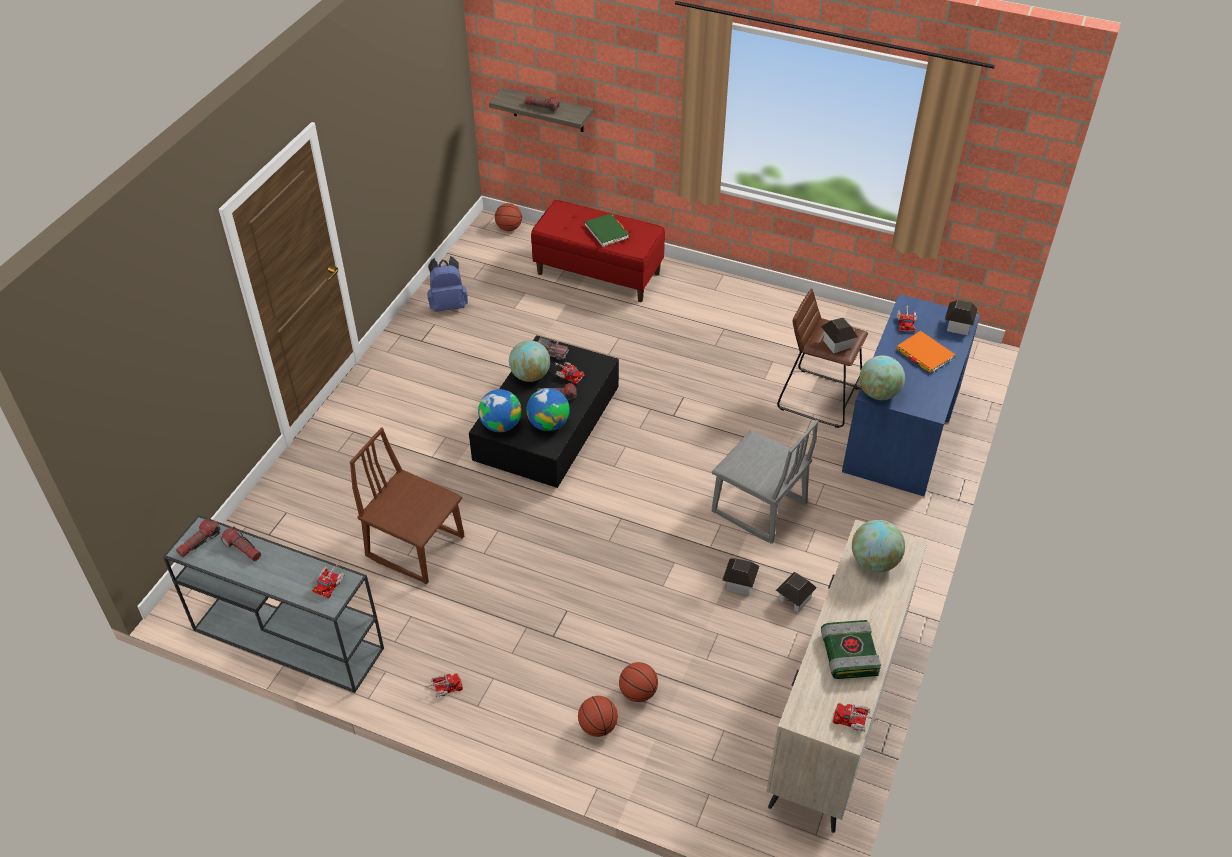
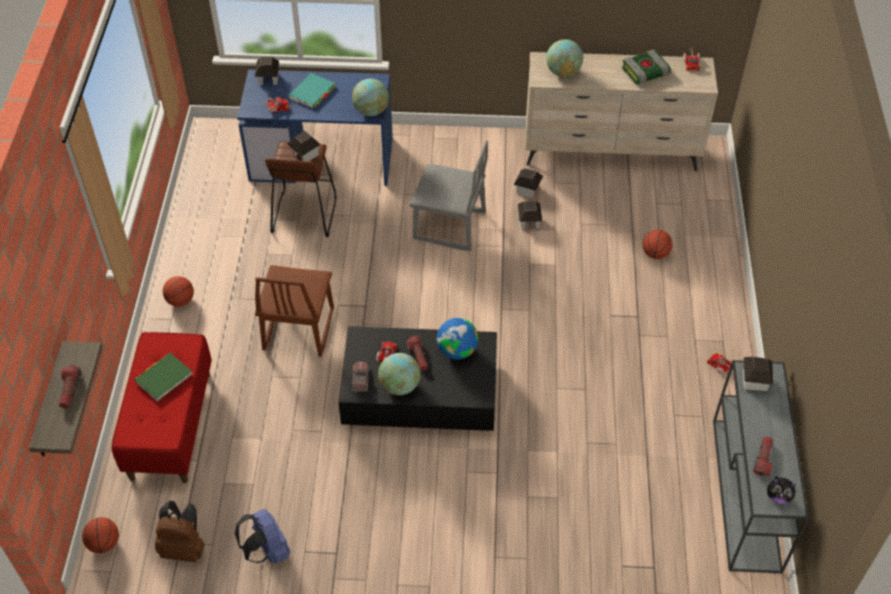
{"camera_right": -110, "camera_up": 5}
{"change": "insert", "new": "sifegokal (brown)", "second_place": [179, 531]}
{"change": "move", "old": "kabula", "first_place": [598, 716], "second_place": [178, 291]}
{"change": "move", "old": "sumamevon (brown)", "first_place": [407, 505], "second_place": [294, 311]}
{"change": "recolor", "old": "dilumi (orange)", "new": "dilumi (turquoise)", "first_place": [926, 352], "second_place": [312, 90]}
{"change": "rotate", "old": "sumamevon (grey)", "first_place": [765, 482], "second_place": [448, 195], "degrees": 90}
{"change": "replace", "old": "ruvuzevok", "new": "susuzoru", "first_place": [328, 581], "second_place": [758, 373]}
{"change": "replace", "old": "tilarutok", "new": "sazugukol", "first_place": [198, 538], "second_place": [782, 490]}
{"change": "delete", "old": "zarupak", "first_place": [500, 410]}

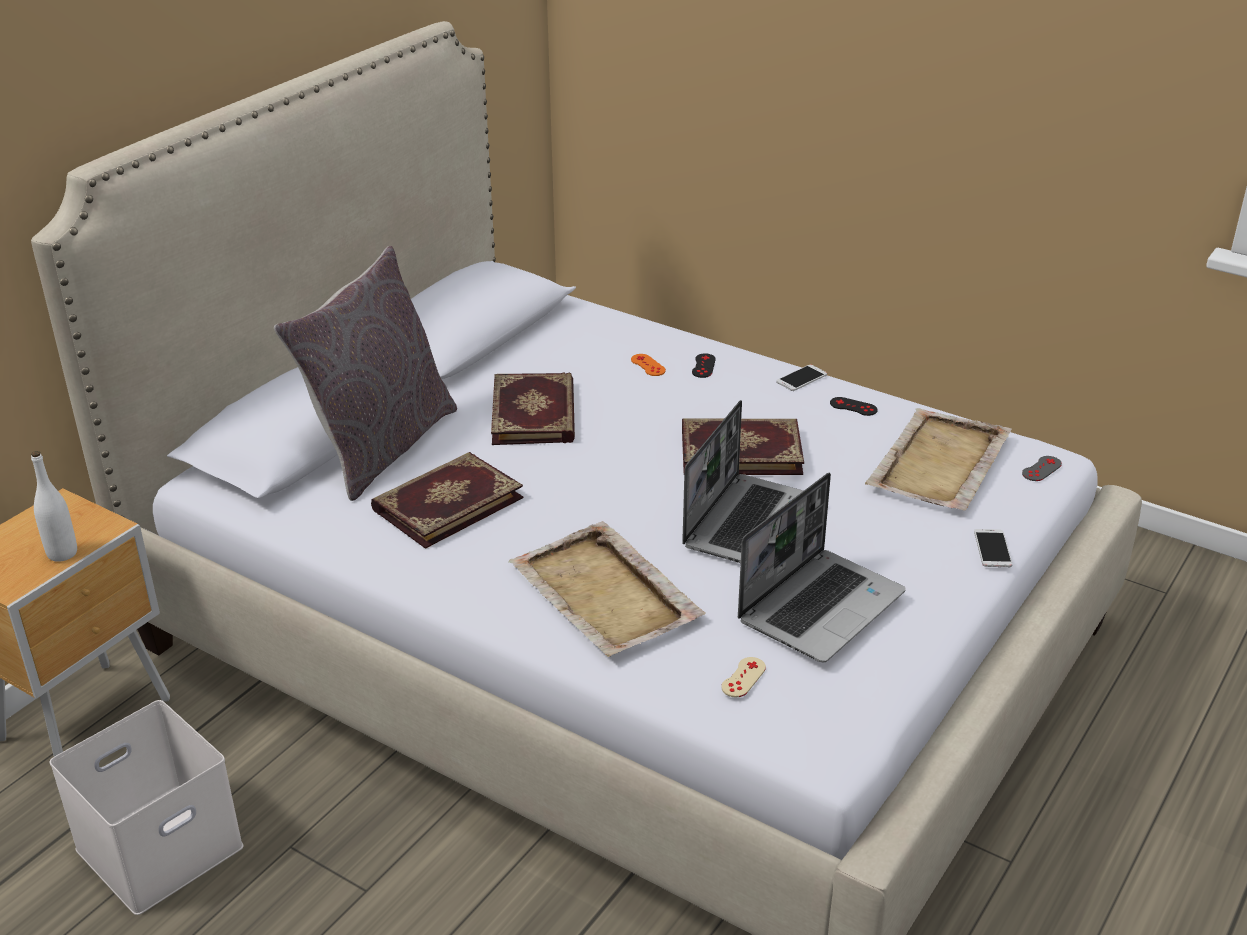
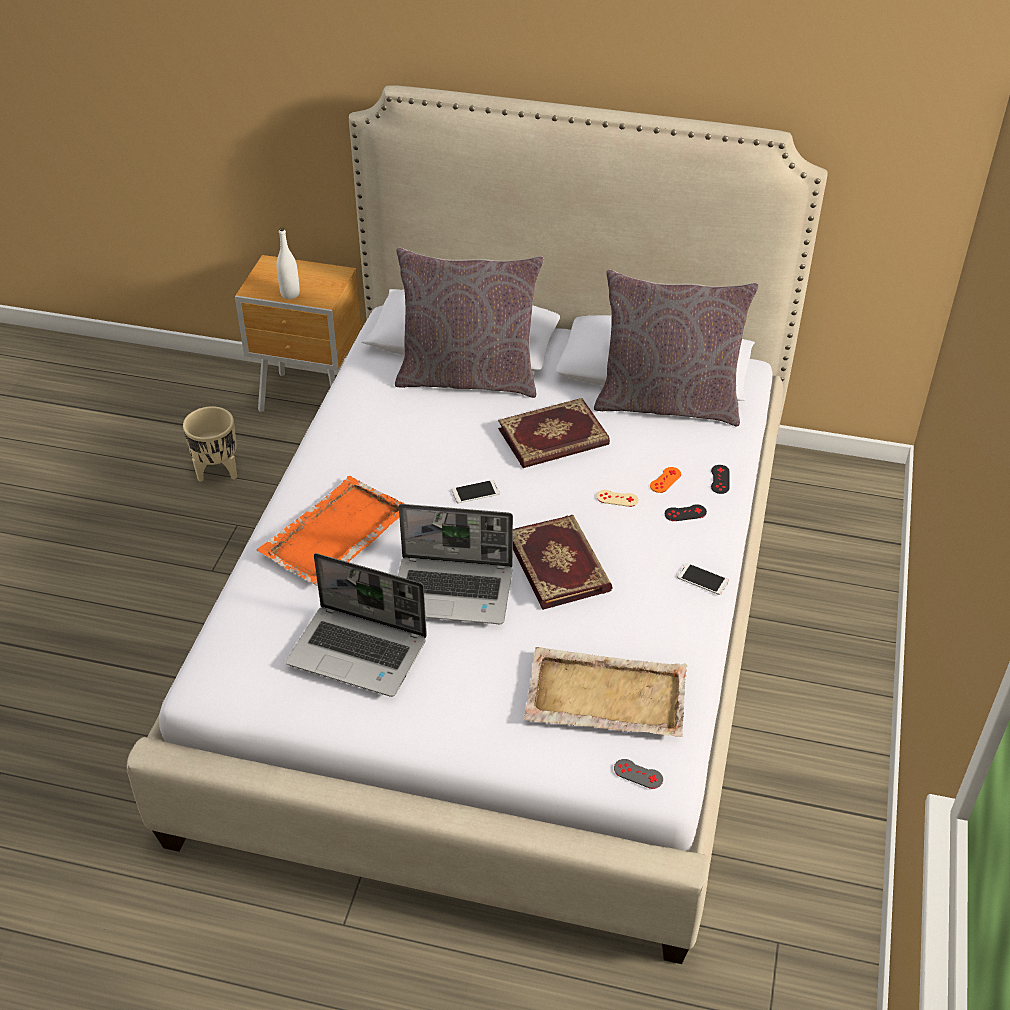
{"camera_right": 70, "camera_up": 10}
{"change": "replace", "old": "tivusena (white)", "new": "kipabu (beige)", "first_place": [147, 807], "second_place": [210, 444]}
{"change": "recolor", "old": "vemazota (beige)", "new": "vemazota (orange)", "first_place": [607, 589], "second_place": [331, 531]}
{"change": "move", "old": "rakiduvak", "first_place": [993, 548], "second_place": [475, 491]}
{"change": "insert", "new": "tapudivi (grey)", "second_place": [676, 348]}
{"change": "move", "old": "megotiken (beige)", "first_place": [743, 677], "second_place": [618, 498]}
{"change": "move", "old": "megotiken (black)", "first_place": [854, 406], "second_place": [720, 479]}
{"change": "delete", "old": "dilumi", "first_place": [447, 500]}

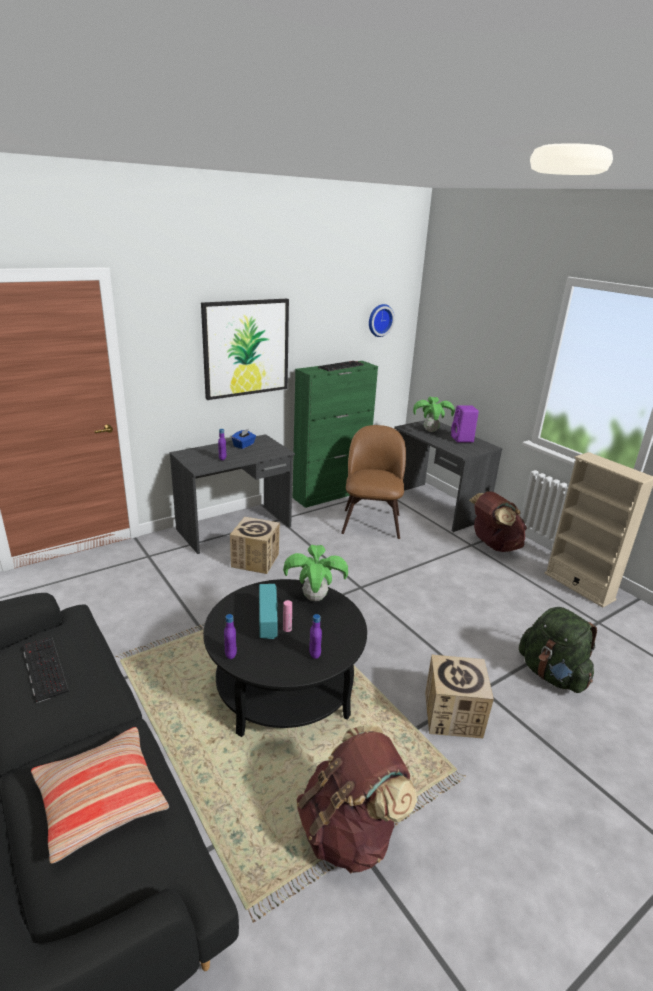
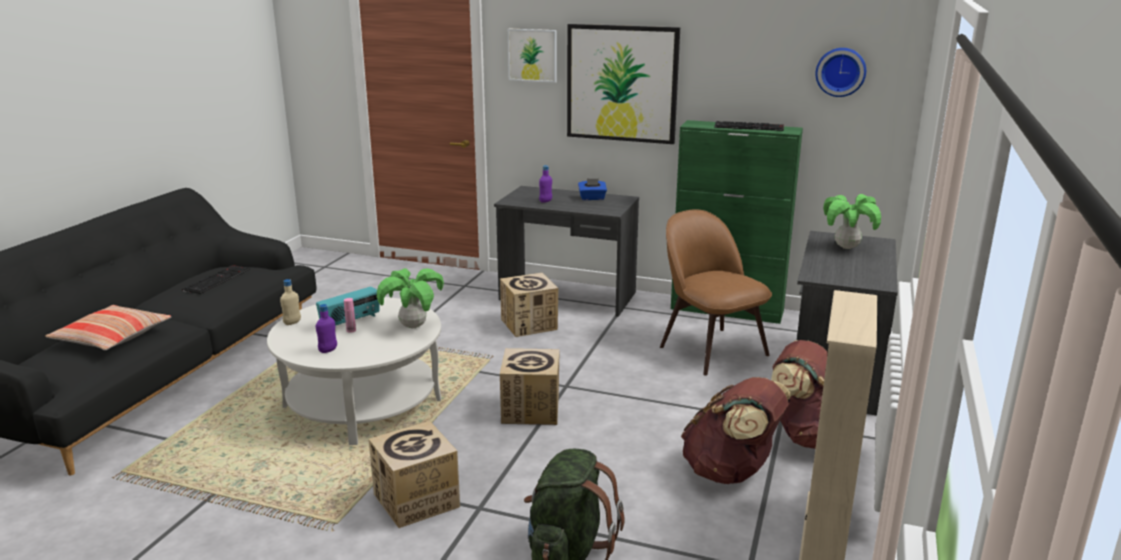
{"camera_right": 55, "camera_up": -5}
{"change": "recolor", "old": "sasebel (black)", "new": "sasebel (white)", "first_place": [285, 658], "second_place": [354, 371]}
{"change": "recolor", "old": "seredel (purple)", "new": "seredel (beige)", "first_place": [230, 636], "second_place": [290, 302]}
{"change": "insert", "new": "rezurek", "second_place": [530, 386]}
{"change": "insert", "new": "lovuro", "second_place": [532, 56]}
{"change": "rotate", "old": "sumamevon (brown)", "first_place": [373, 482], "second_place": [716, 292], "degrees": -90}
{"change": "move", "old": "sifegokal (brown)", "first_place": [357, 799], "second_place": [736, 430]}
{"change": "delete", "old": "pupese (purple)", "first_place": [465, 424]}

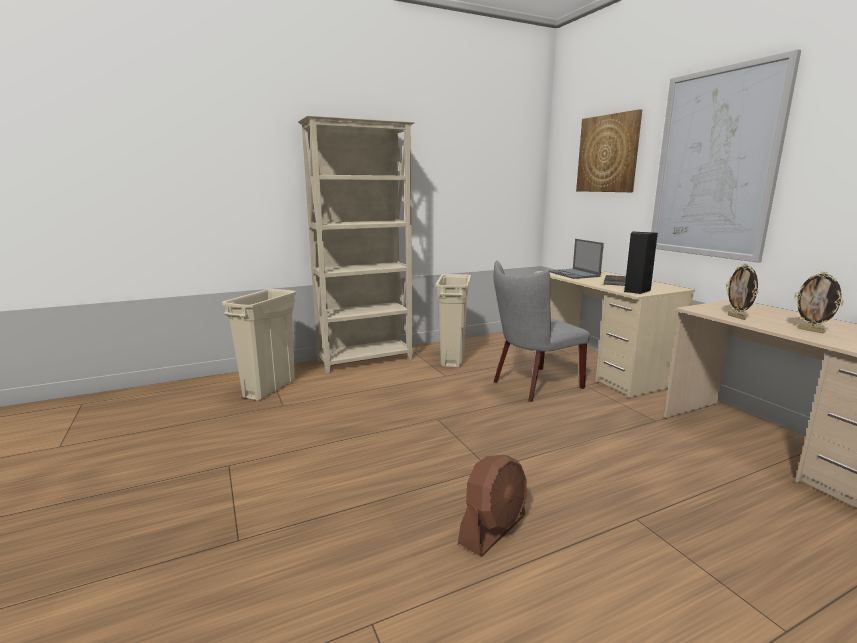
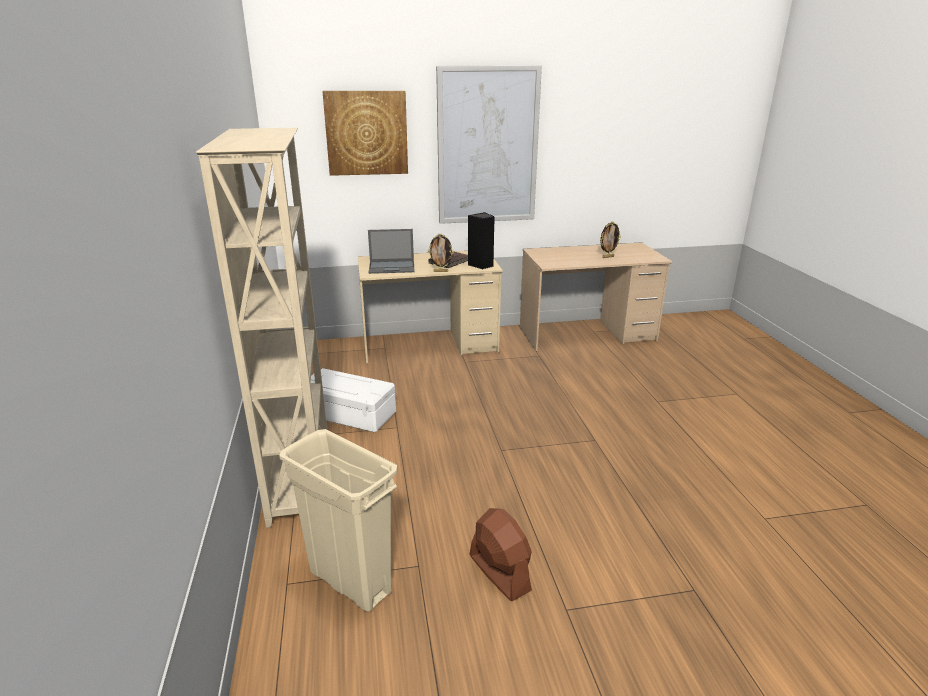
{"camera_right": -75, "camera_up": 10}
{"change": "replace", "old": "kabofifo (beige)", "new": "tivusena (white)", "first_place": [453, 320], "second_place": [353, 400]}
{"change": "move", "old": "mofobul", "first_place": [742, 292], "second_place": [441, 253]}
{"change": "move", "old": "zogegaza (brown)", "first_place": [492, 506], "second_place": [501, 554]}
{"change": "delete", "old": "sumamevon (grey)", "first_place": [542, 331]}

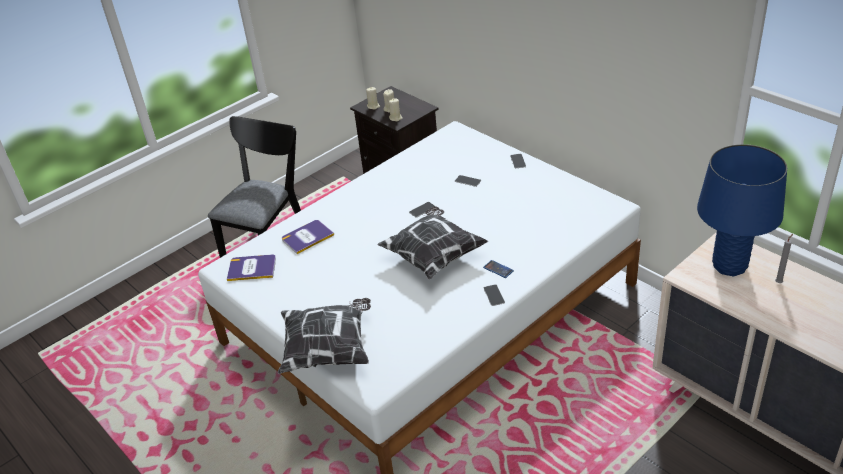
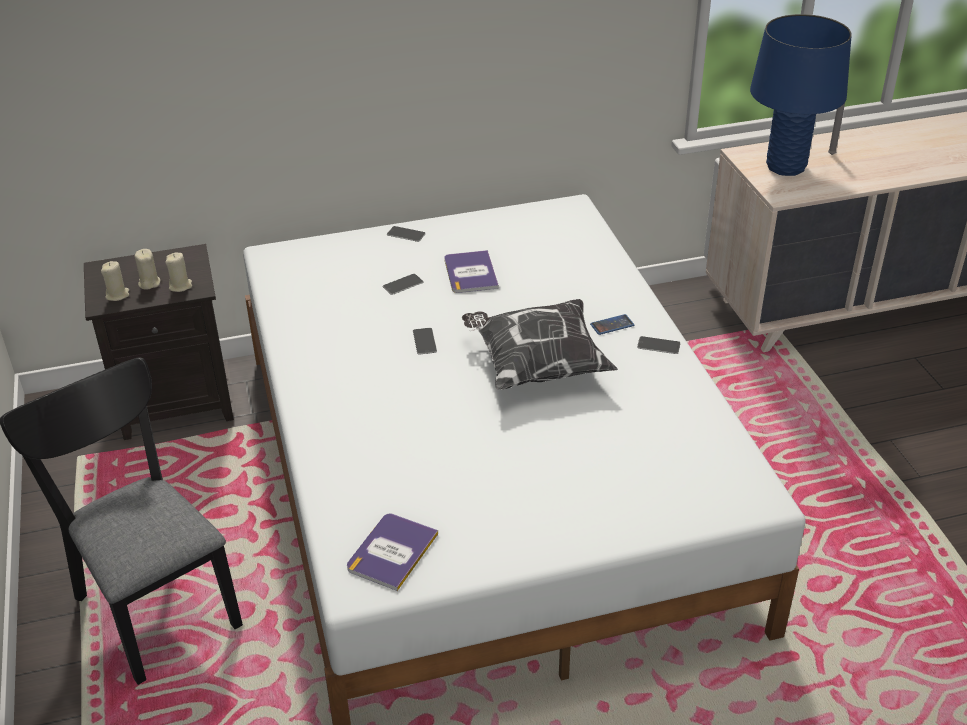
{"camera_right": -65, "camera_up": 0}
{"change": "move", "old": "dilumi", "first_place": [308, 237], "second_place": [471, 271]}
{"change": "delete", "old": "tapudivi", "first_place": [324, 336]}

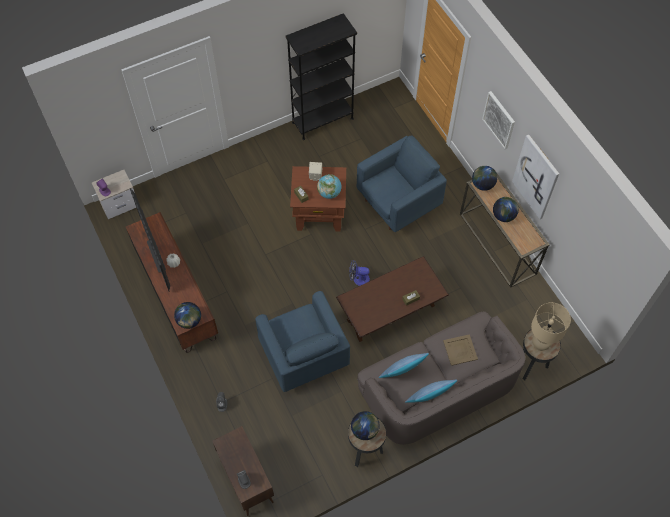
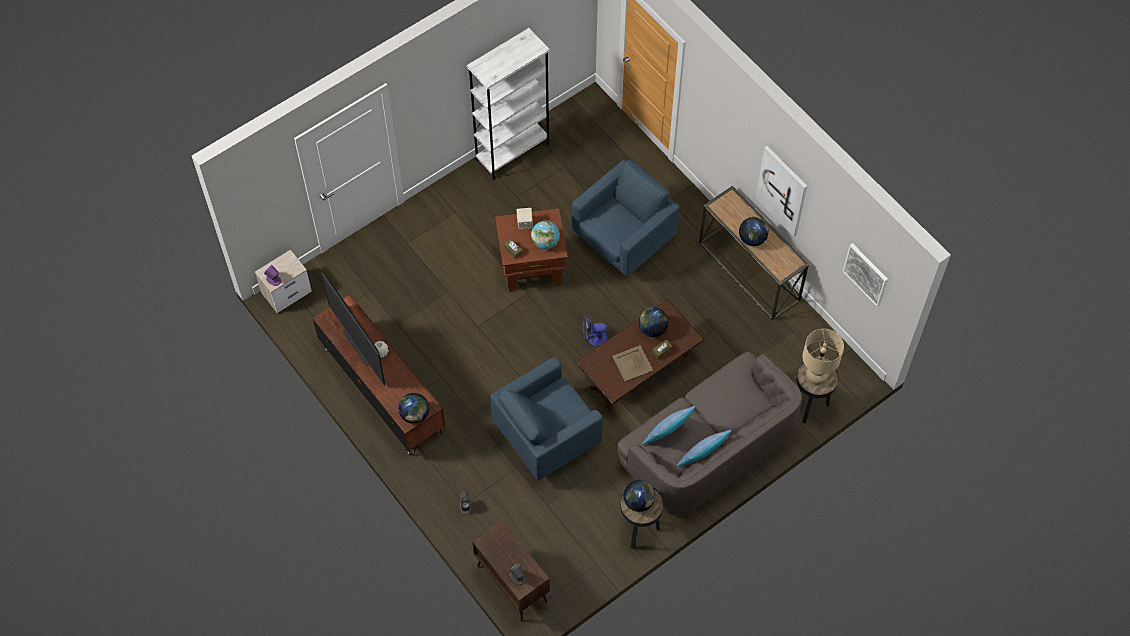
{"camera_right": -10, "camera_up": 0}
{"change": "recolor", "old": "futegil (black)", "new": "futegil (white)", "first_place": [321, 76], "second_place": [508, 104]}
{"change": "rotate", "old": "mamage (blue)", "first_place": [302, 341], "second_place": [546, 418], "degrees": 90}
{"change": "move", "old": "vemazota (beige)", "first_place": [460, 350], "second_place": [633, 363]}
{"change": "move", "old": "zarupak", "first_place": [484, 178], "second_place": [653, 322]}
{"change": "move", "old": "lovuro", "first_place": [498, 120], "second_place": [865, 275]}

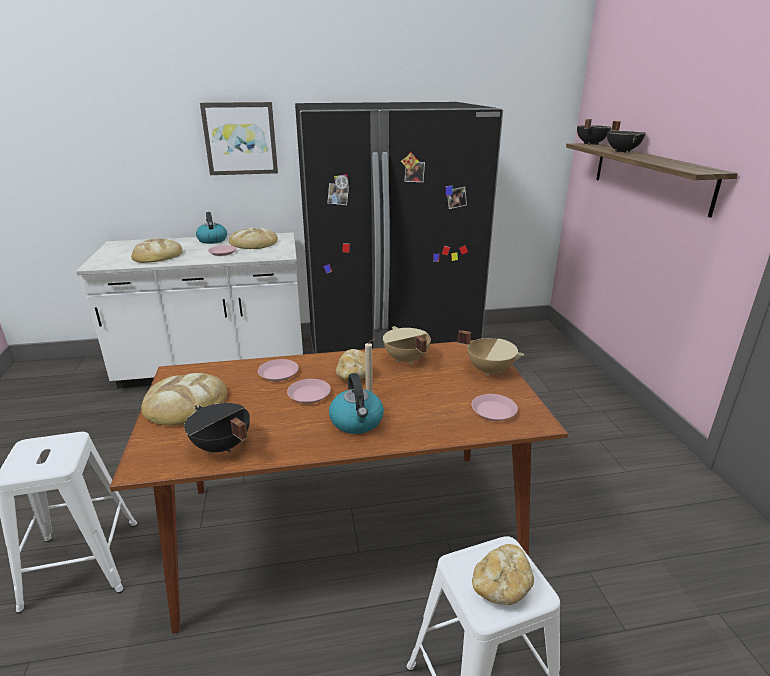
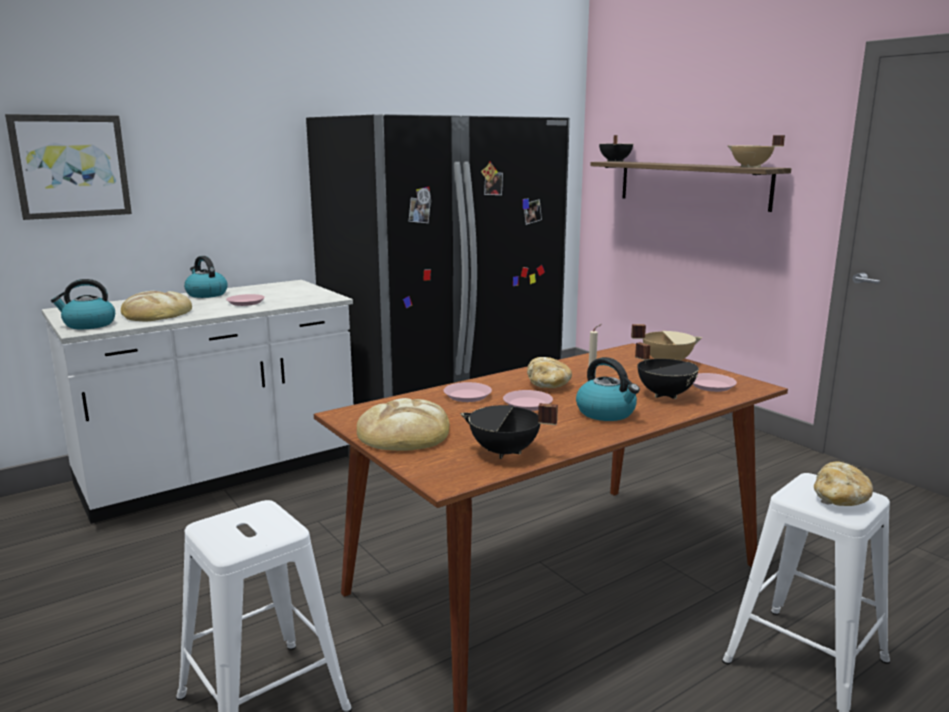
{"camera_right": -25, "camera_up": -10}
{"change": "move", "old": "lovuro", "first_place": [239, 138], "second_place": [68, 167]}
{"change": "insert", "new": "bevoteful", "second_place": [83, 304]}
{"change": "move", "old": "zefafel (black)", "first_place": [626, 137], "second_place": [667, 370]}
{"change": "move", "old": "zefafel (beige)", "first_place": [407, 345], "second_place": [756, 151]}
{"change": "delete", "old": "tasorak", "first_place": [253, 238]}

